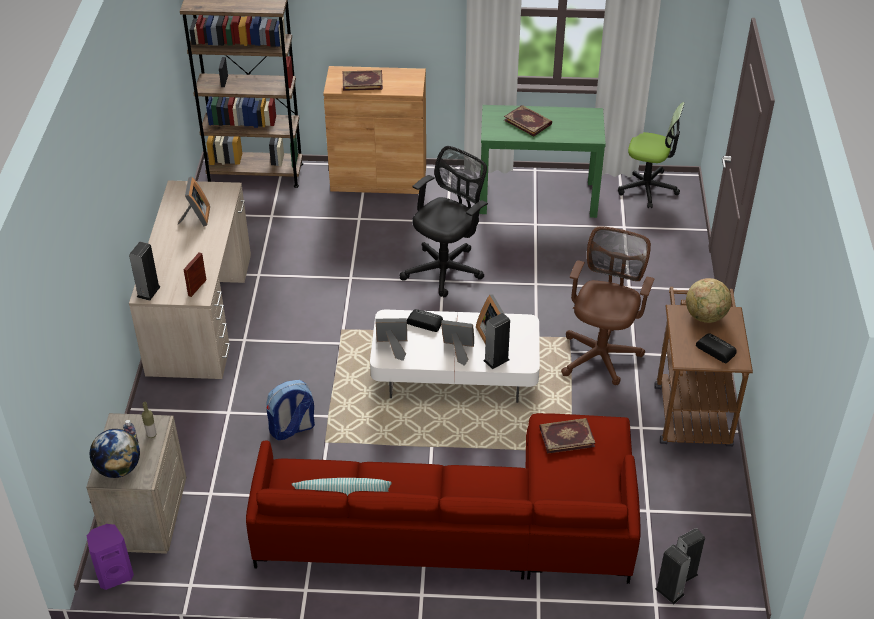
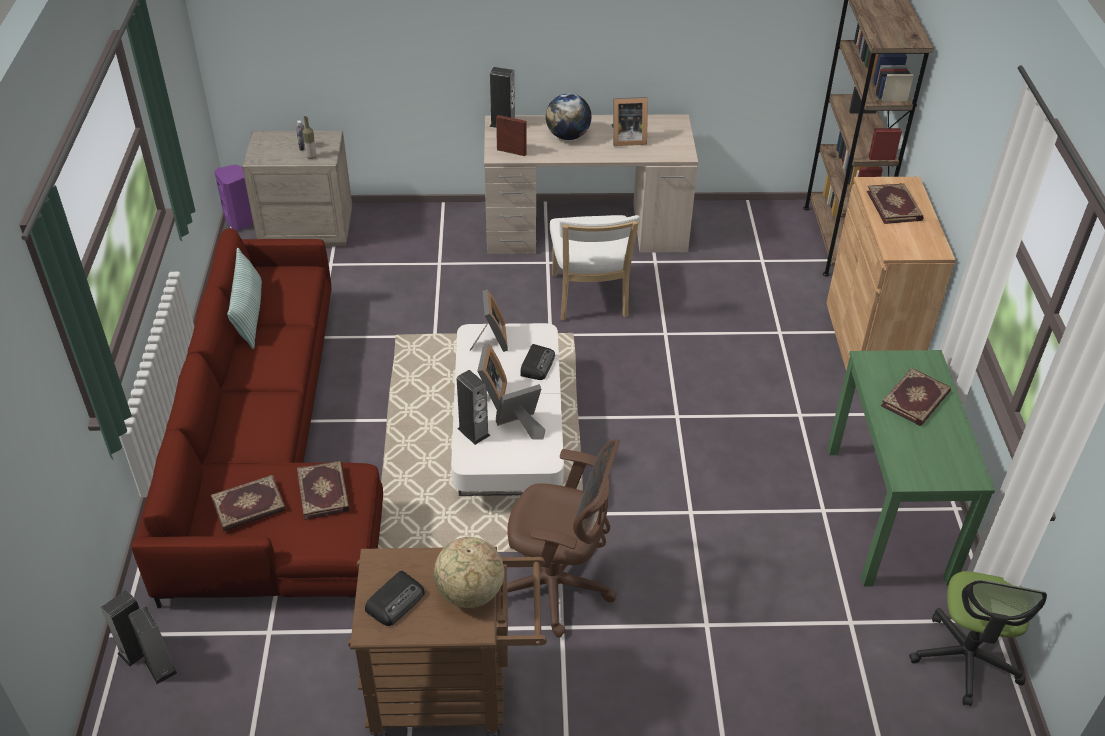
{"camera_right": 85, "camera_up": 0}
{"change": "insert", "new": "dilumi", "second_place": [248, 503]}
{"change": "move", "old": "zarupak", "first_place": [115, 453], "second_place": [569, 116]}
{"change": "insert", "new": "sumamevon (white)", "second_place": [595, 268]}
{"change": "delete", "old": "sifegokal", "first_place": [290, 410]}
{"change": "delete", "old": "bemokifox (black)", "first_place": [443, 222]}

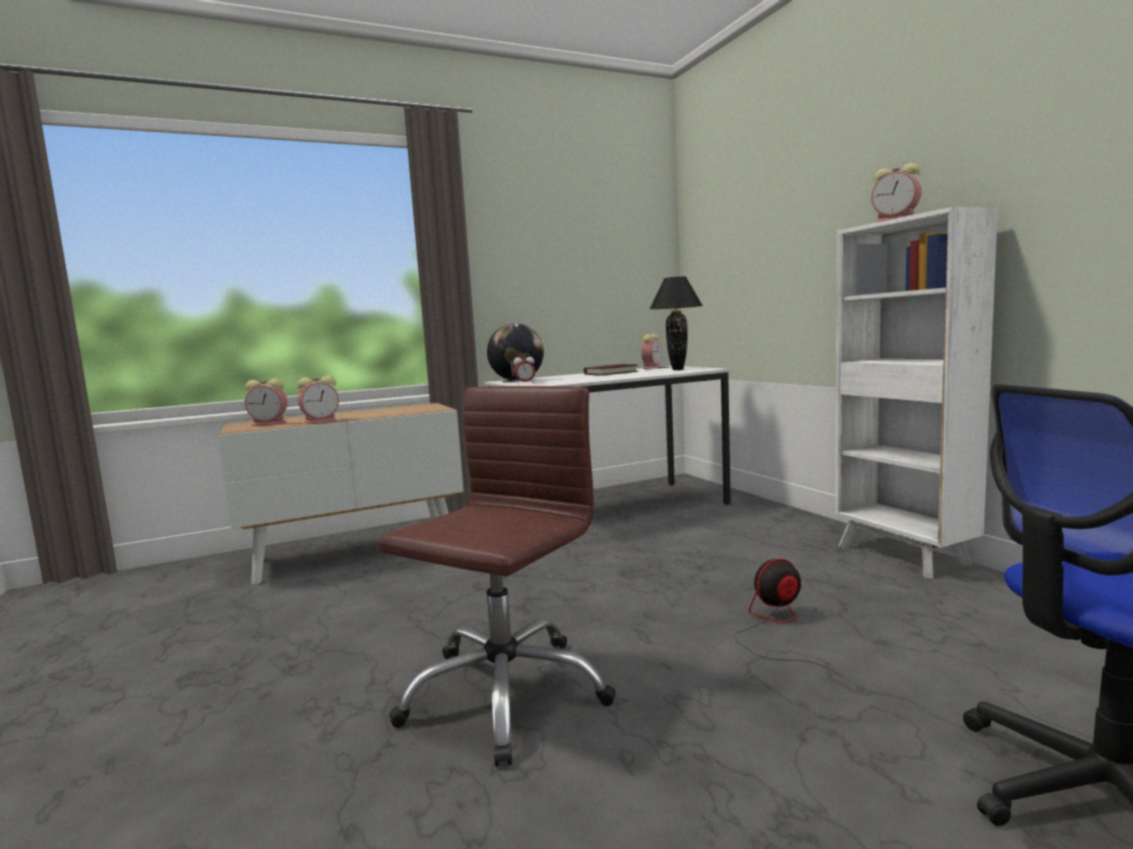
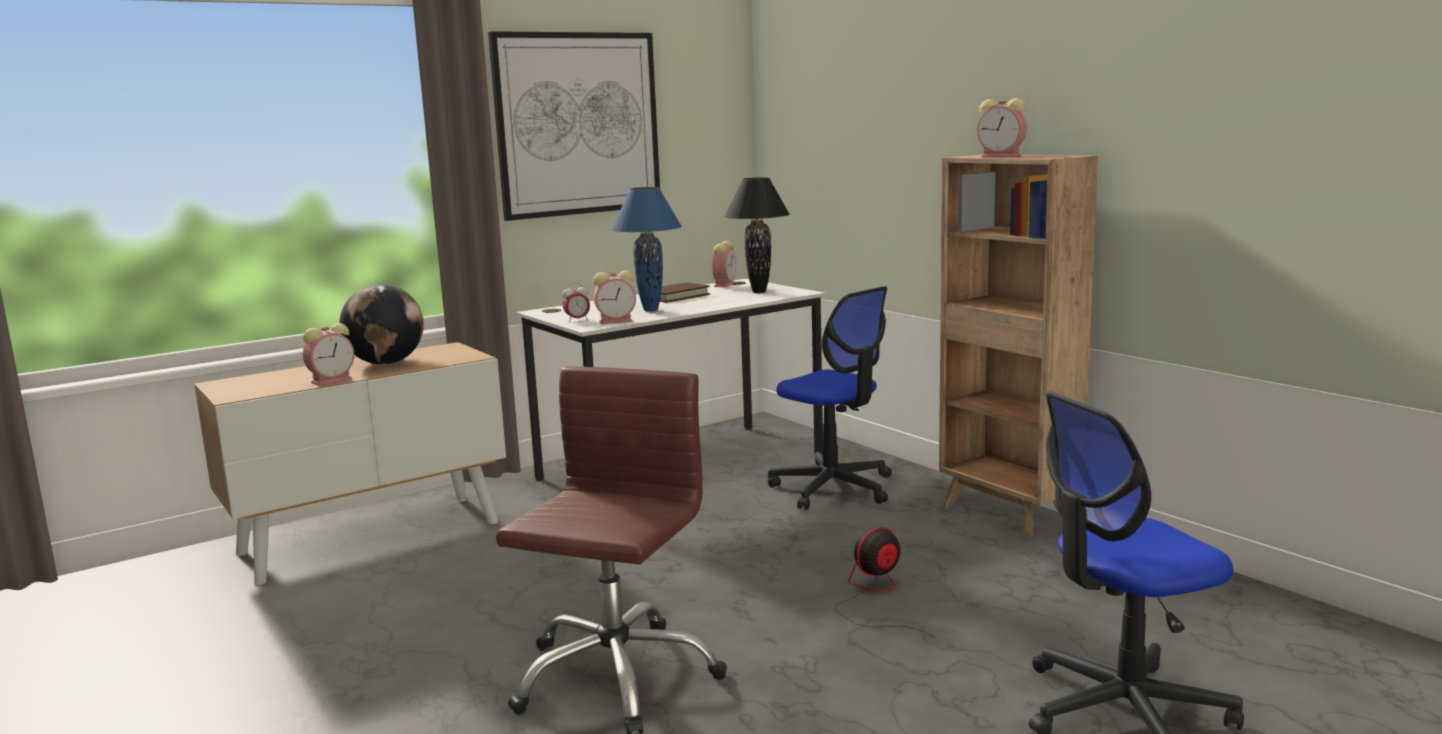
{"camera_right": -10, "camera_up": 5}
{"change": "move", "old": "zarupak", "first_place": [515, 352], "second_place": [381, 324]}
{"change": "insert", "new": "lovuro", "second_place": [574, 126]}
{"change": "move", "old": "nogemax", "first_place": [266, 402], "second_place": [614, 297]}
{"change": "insert", "new": "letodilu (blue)", "second_place": [646, 249]}
{"change": "insert", "new": "bemokifox", "second_place": [829, 398]}
{"change": "recolor", "old": "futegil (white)", "new": "futegil (brown)", "first_place": [916, 393], "second_place": [1018, 346]}

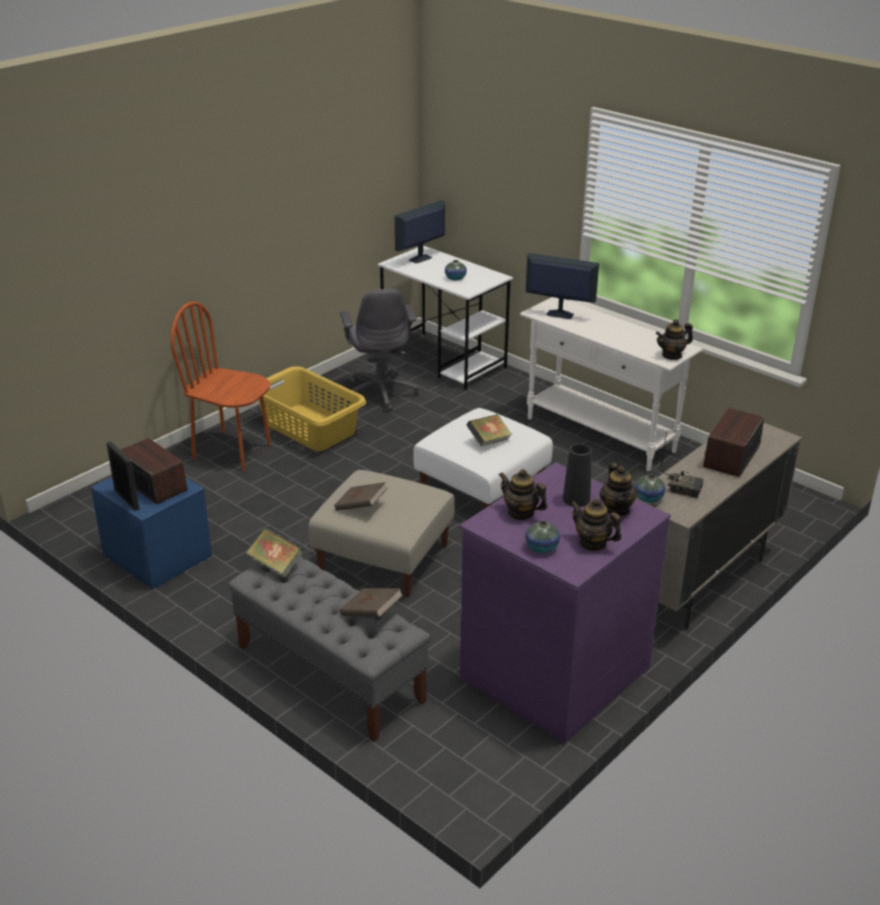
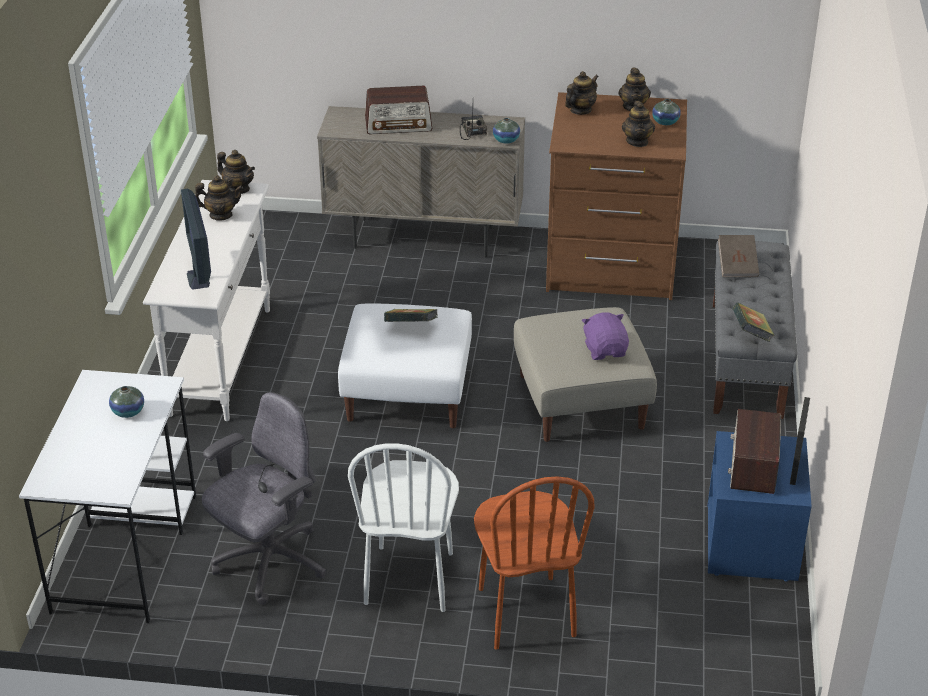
{"camera_right": -125, "camera_up": 5}
{"change": "insert", "new": "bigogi", "second_place": [219, 198]}
{"change": "replace", "old": "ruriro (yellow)", "new": "sumamevon (white)", "first_place": [312, 408], "second_place": [403, 527]}
{"change": "recolor", "old": "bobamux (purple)", "new": "bobamux (brown)", "first_place": [565, 603], "second_place": [616, 196]}
{"change": "replace", "old": "dilumi (brown)", "new": "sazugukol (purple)", "first_place": [361, 496], "second_place": [605, 336]}
{"change": "delete", "old": "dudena", "first_place": [420, 231]}
{"change": "delete", "old": "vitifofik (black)", "first_place": [577, 475]}

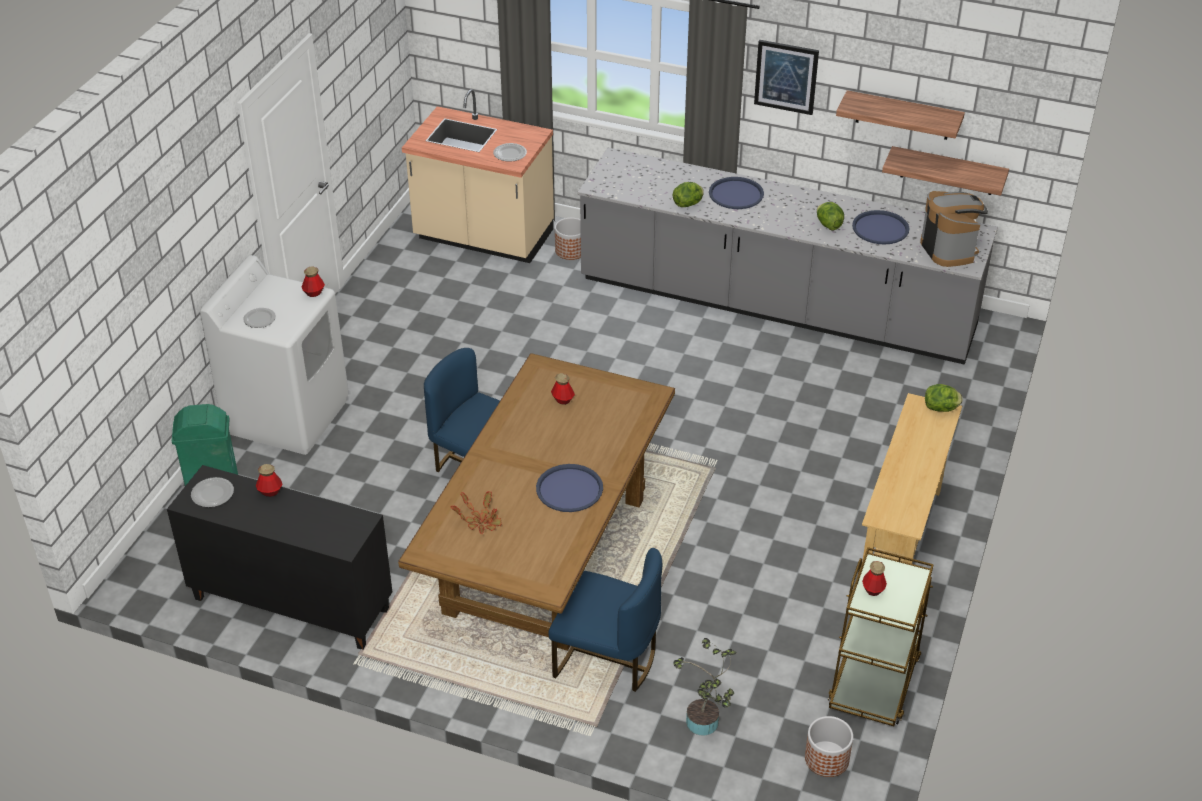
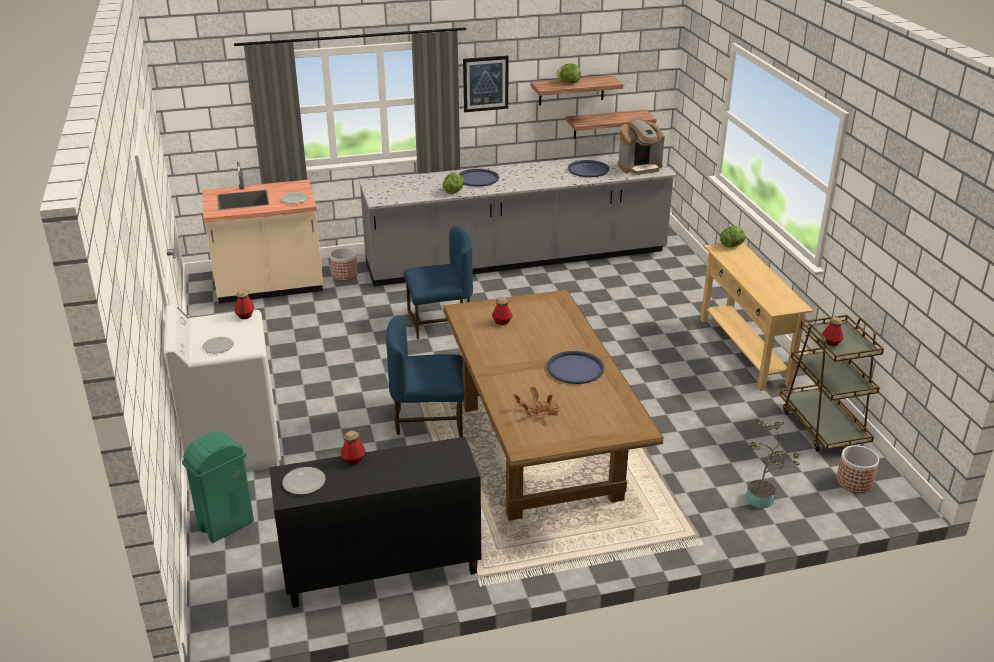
{"camera_right": -35, "camera_up": -10}
{"change": "move", "old": "sumamevon (blue)", "first_place": [605, 620], "second_place": [438, 282]}
{"change": "move", "old": "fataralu", "first_place": [830, 216], "second_place": [568, 73]}
{"change": "rotate", "old": "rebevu", "first_place": [954, 229], "second_place": [641, 147], "degrees": 120}

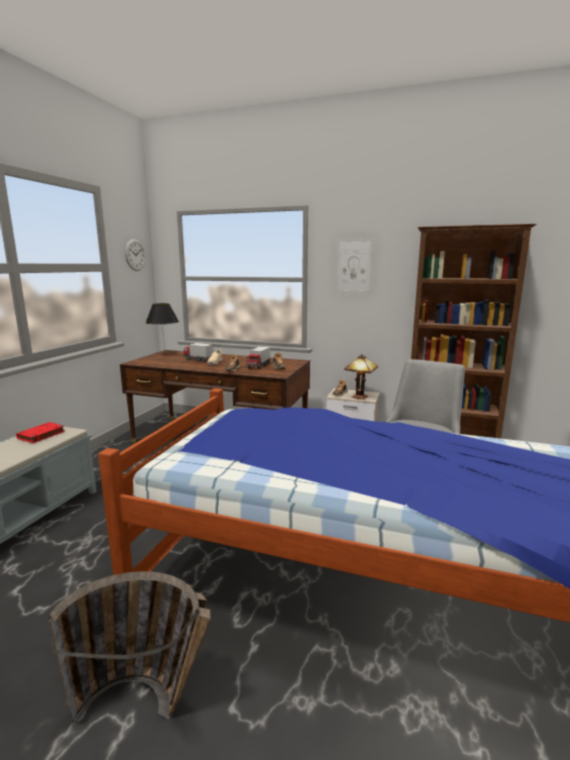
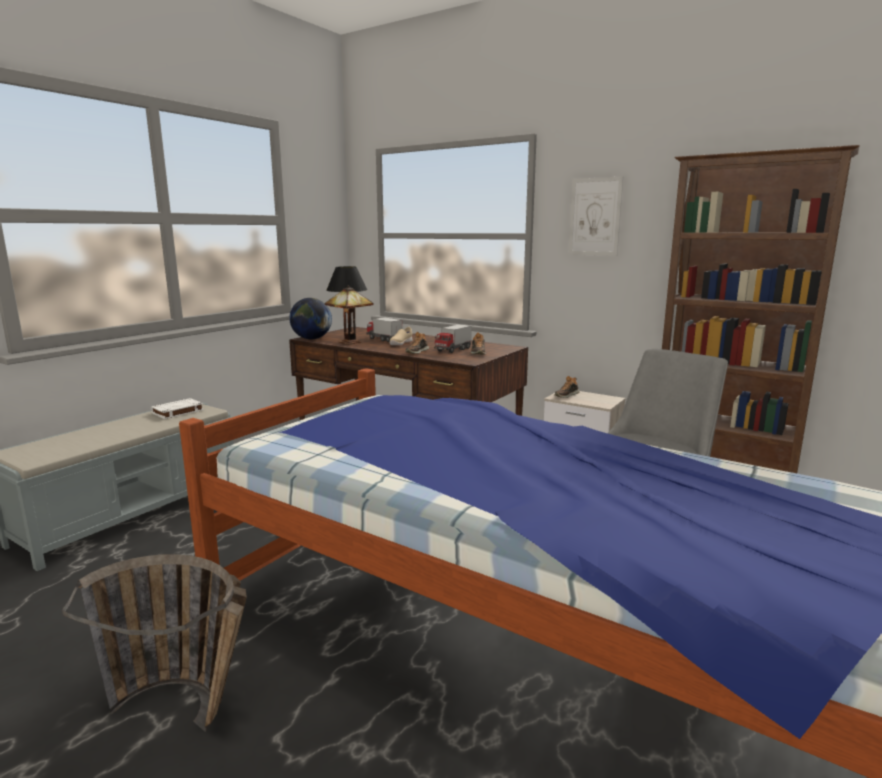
{"camera_right": 15, "camera_up": 0}
{"change": "recolor", "old": "dilumi (red)", "new": "dilumi (white)", "first_place": [40, 432], "second_place": [177, 408]}
{"change": "insert", "new": "zarupak", "second_place": [310, 318]}
{"change": "move", "old": "letodilu", "first_place": [361, 377], "second_place": [349, 315]}
{"change": "delete", "old": "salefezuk", "first_place": [135, 255]}

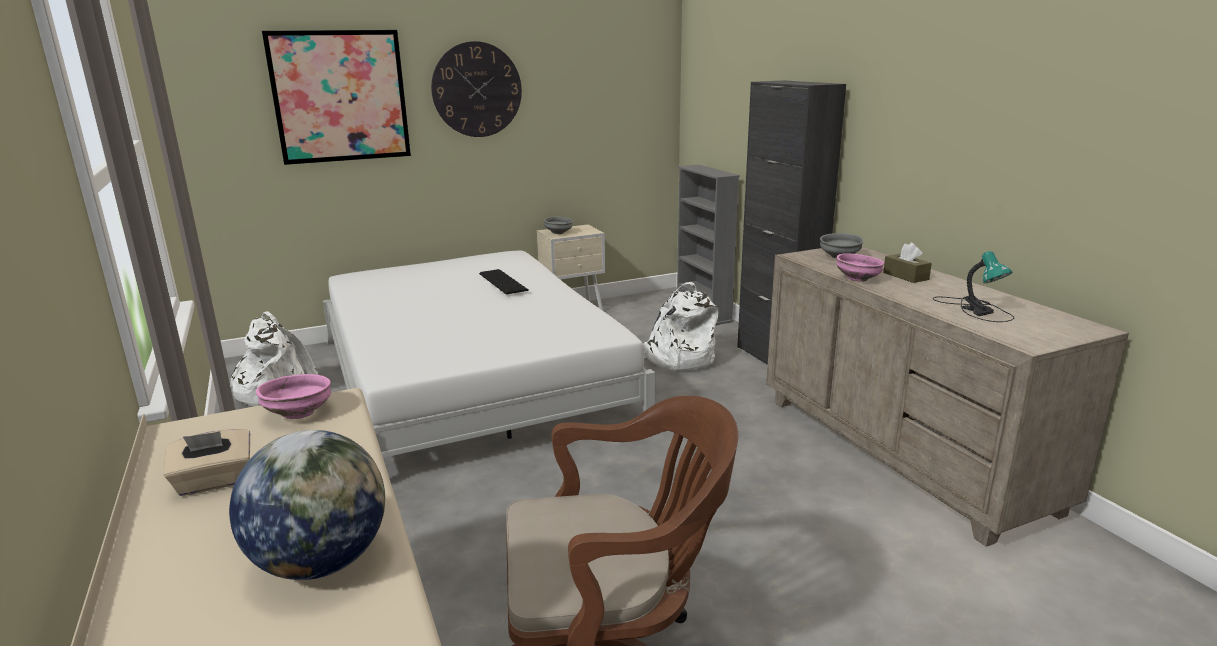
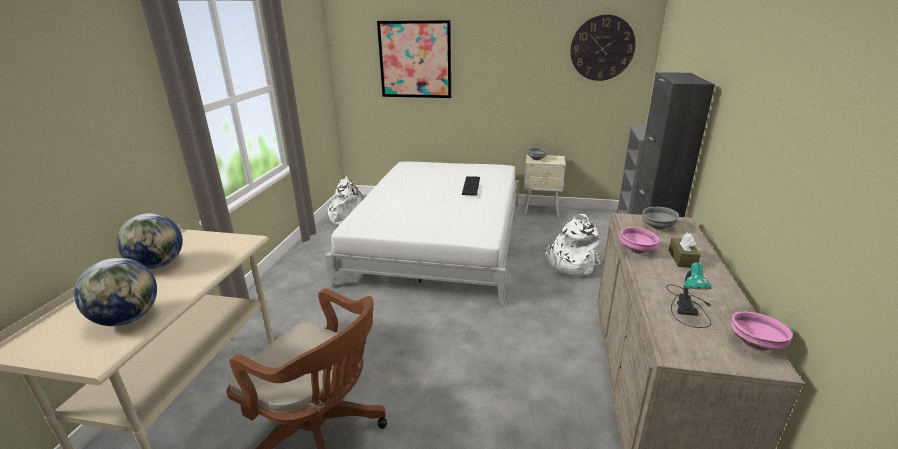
{"camera_right": 35, "camera_up": 5}
{"change": "replace", "old": "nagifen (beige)", "new": "zarupak", "first_place": [207, 462], "second_place": [150, 241]}
{"change": "move", "old": "salefezuk", "first_place": [476, 89], "second_place": [603, 48]}
{"change": "move", "old": "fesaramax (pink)", "first_place": [293, 396], "second_place": [762, 331]}

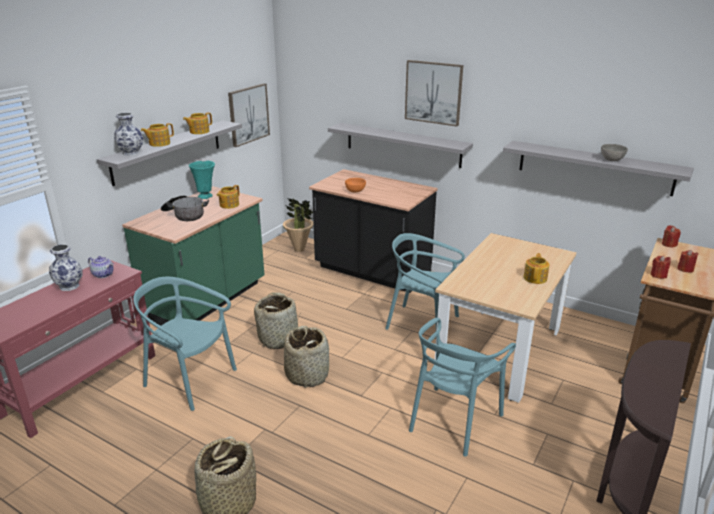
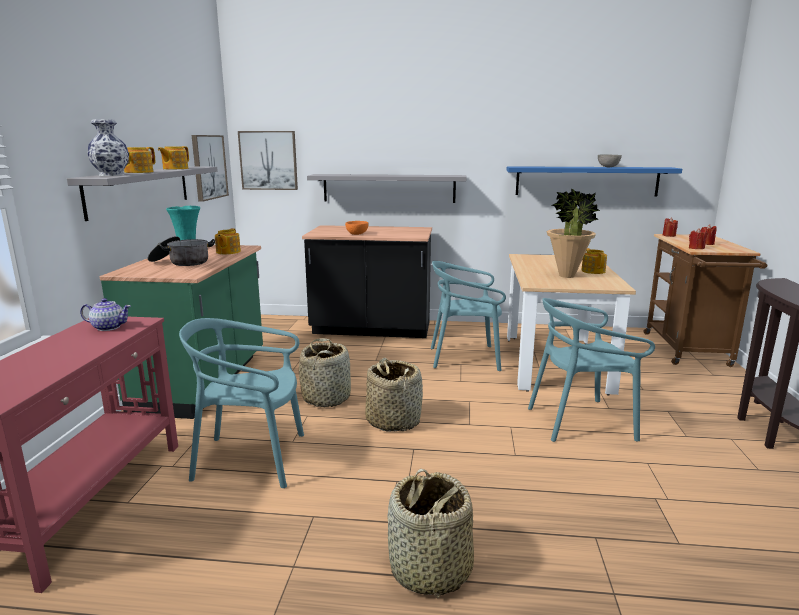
{"camera_right": -25, "camera_up": -10}
{"change": "move", "old": "lovuro", "first_place": [434, 93], "second_place": [268, 160]}
{"change": "recolor", "old": "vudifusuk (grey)", "new": "vudifusuk (blue)", "first_place": [598, 168], "second_place": [594, 181]}
{"change": "rotate", "old": "sumamevon (turquoise)", "first_place": [462, 387], "second_place": [591, 370], "degrees": 75}
{"change": "move", "old": "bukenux", "first_place": [298, 225], "second_place": [573, 233]}
{"change": "delete", "old": "vitifofik", "first_place": [65, 267]}

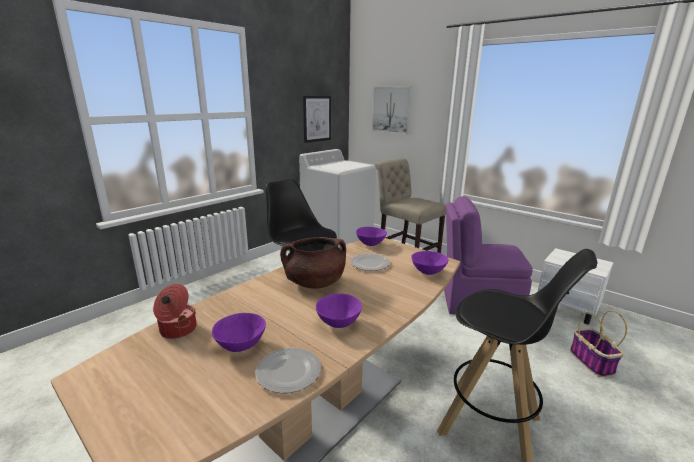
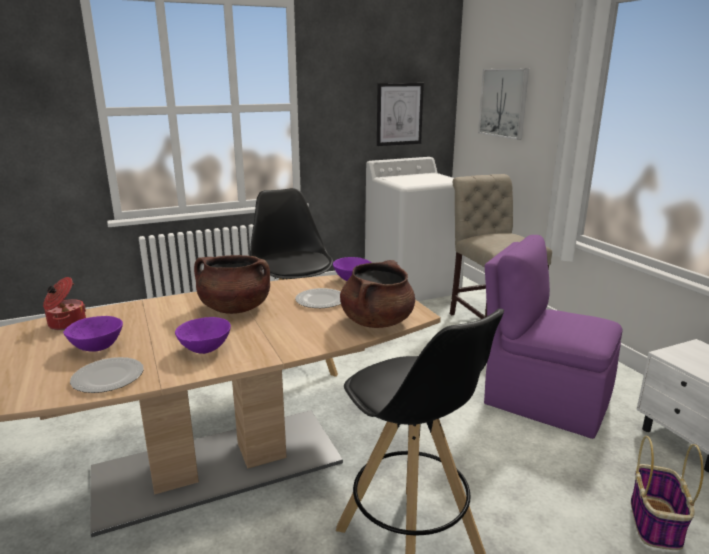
{"camera_right": 25, "camera_up": 0}
{"change": "replace", "old": "fesaramax (purple)", "new": "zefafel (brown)", "first_place": [429, 263], "second_place": [377, 294]}

